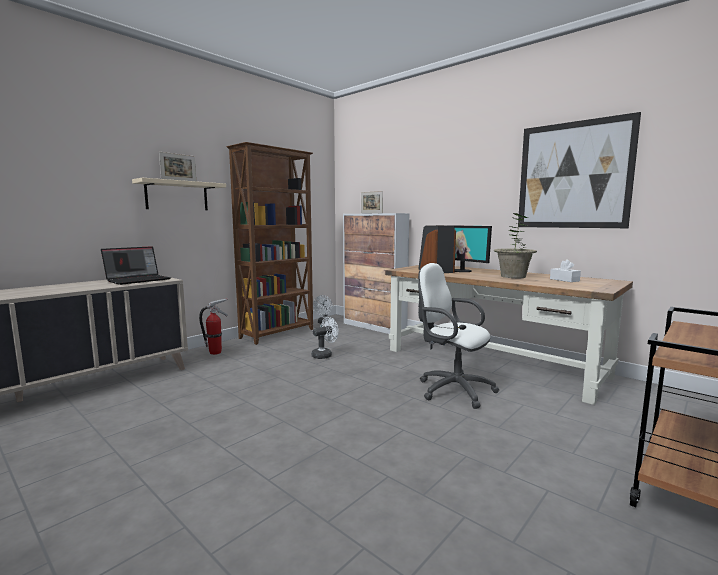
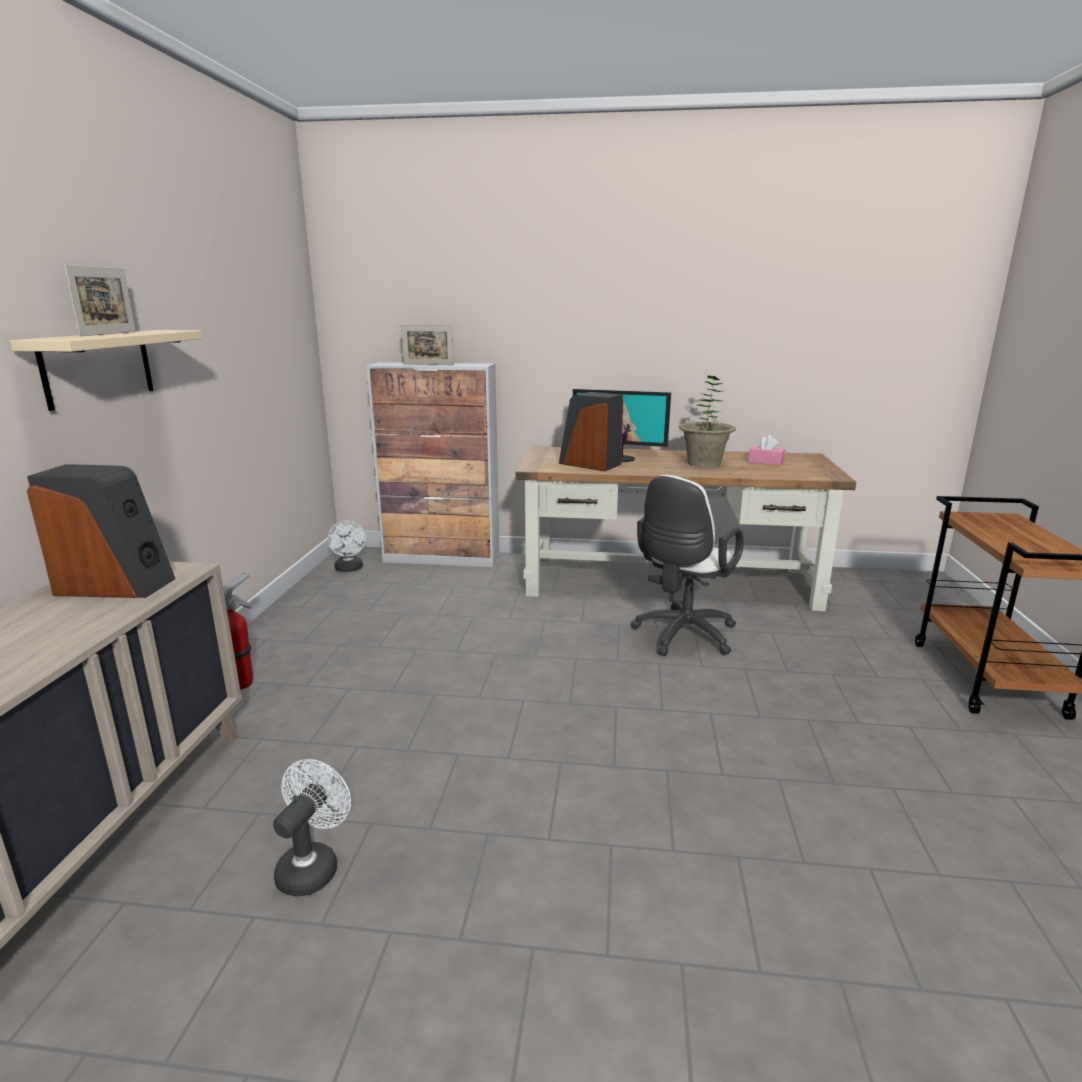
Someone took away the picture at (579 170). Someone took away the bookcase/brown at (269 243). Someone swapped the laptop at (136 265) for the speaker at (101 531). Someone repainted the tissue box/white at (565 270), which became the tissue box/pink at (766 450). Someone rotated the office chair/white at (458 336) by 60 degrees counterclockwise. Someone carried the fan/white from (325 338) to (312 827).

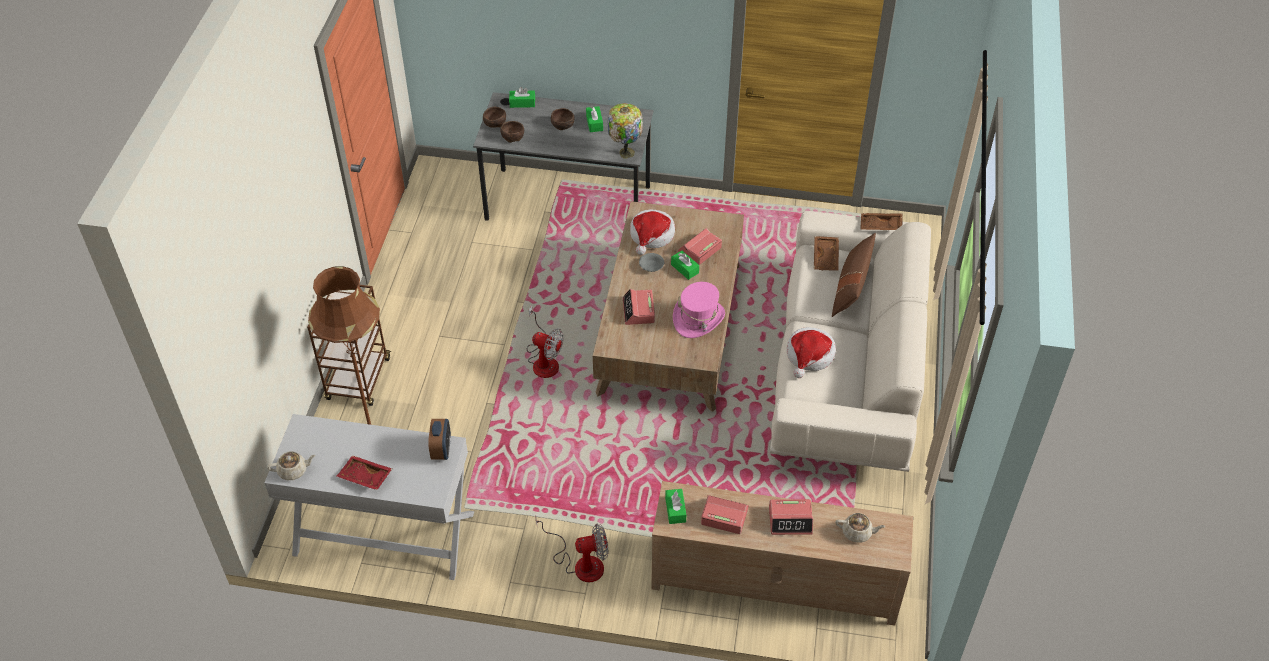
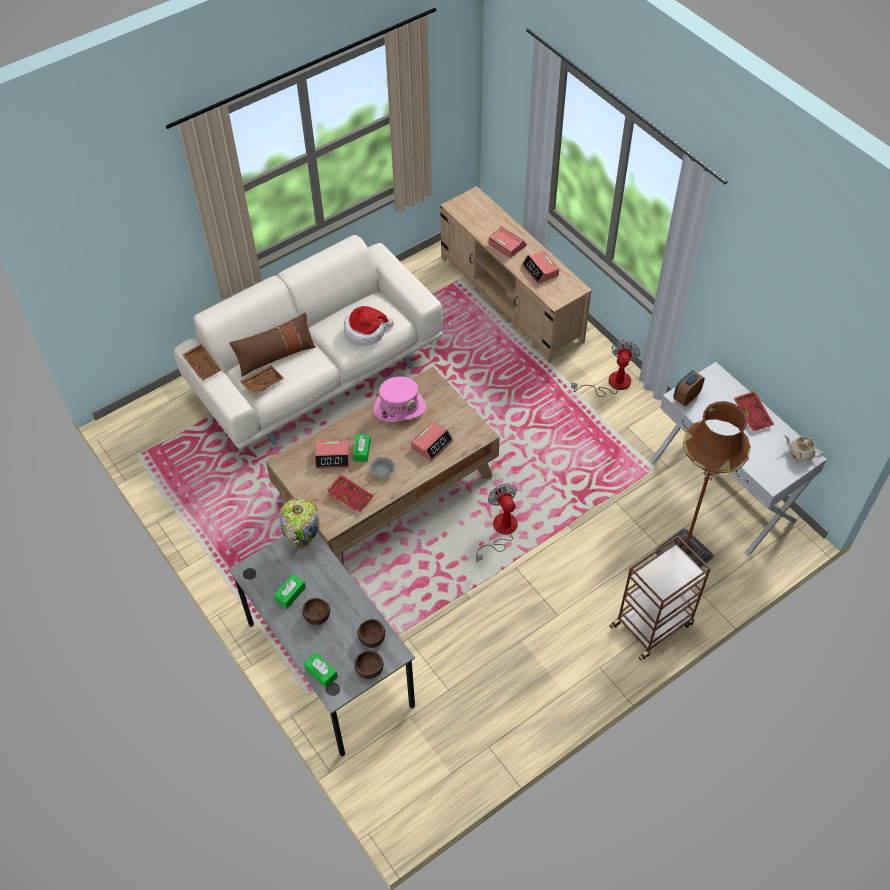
Someone swapped the hat at (652 232) for the tray/red at (350 494). Someone took away the tissue box/green at (675 506). Someone took away the teapot/beige at (860 528). Someone rotated the fan at (572 548) by 75 degrees clockwise.

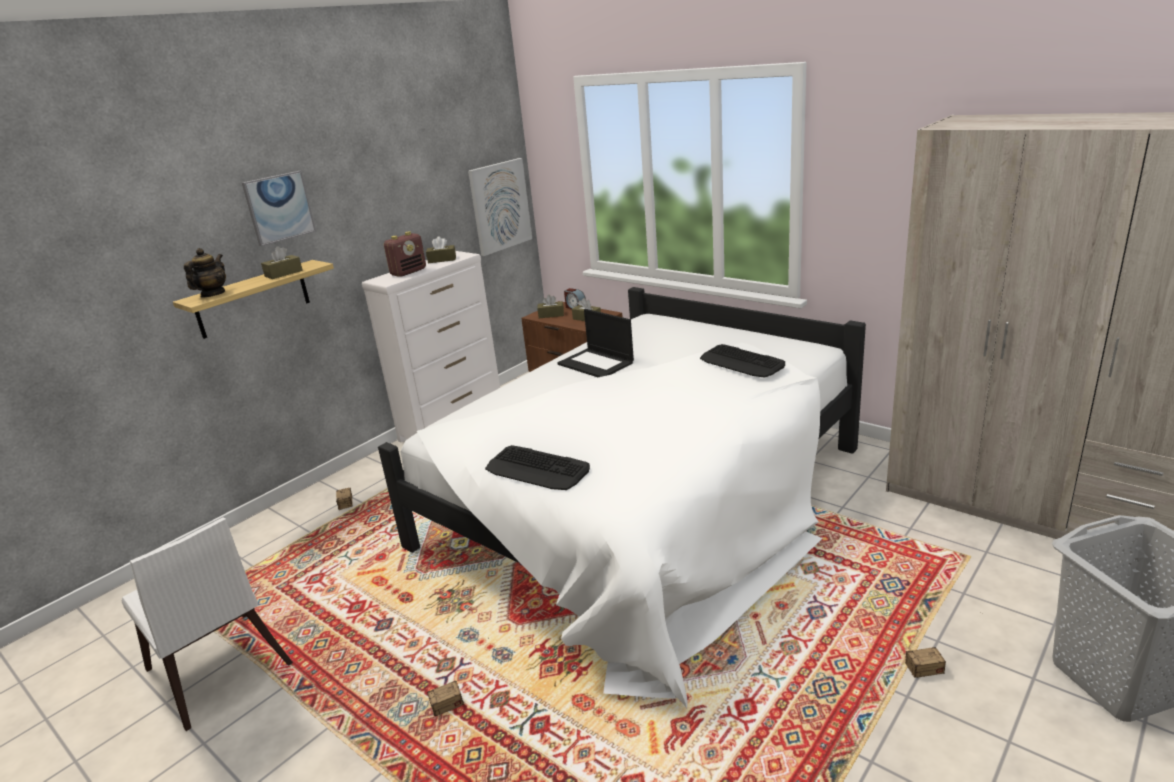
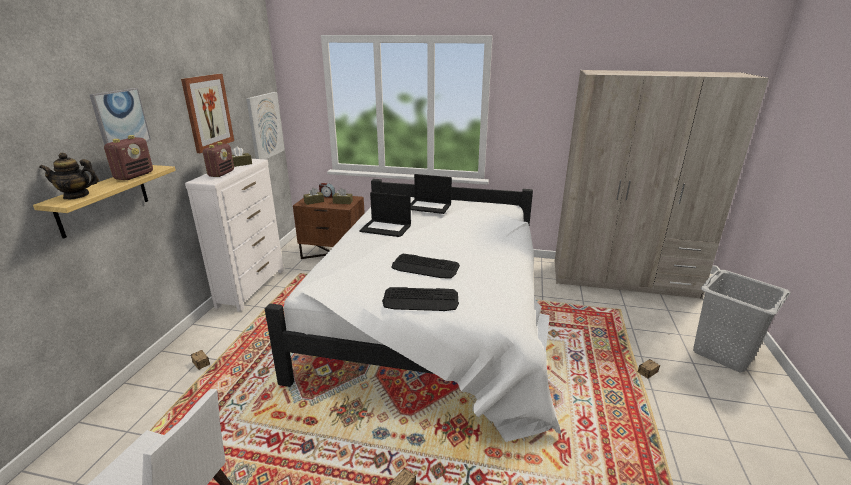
Someone swapped the tissue box/brown at (282 262) for the radio at (128 157). Someone rotated the teapot at (205 273) by 90 degrees counterclockwise. Someone carried the keyboard from (742 361) to (426 266). Someone put up the picture at (207 113). Someone put down the laptop at (431 194).

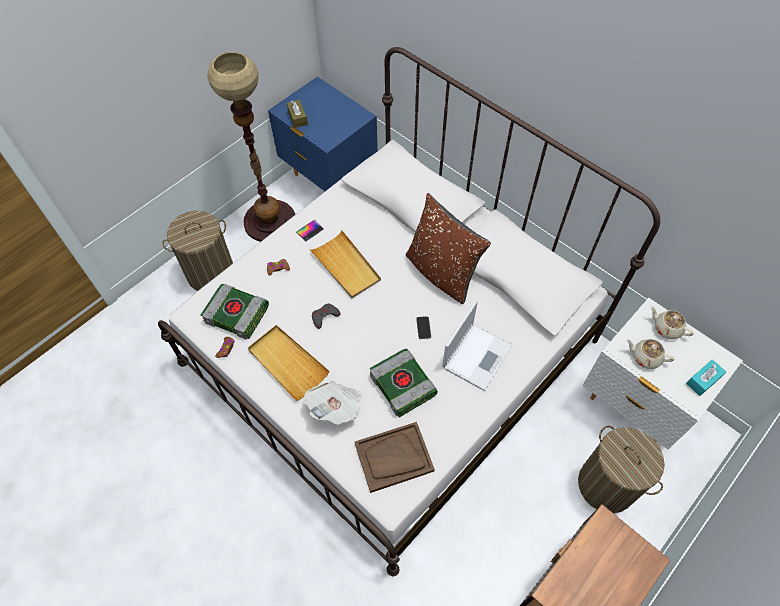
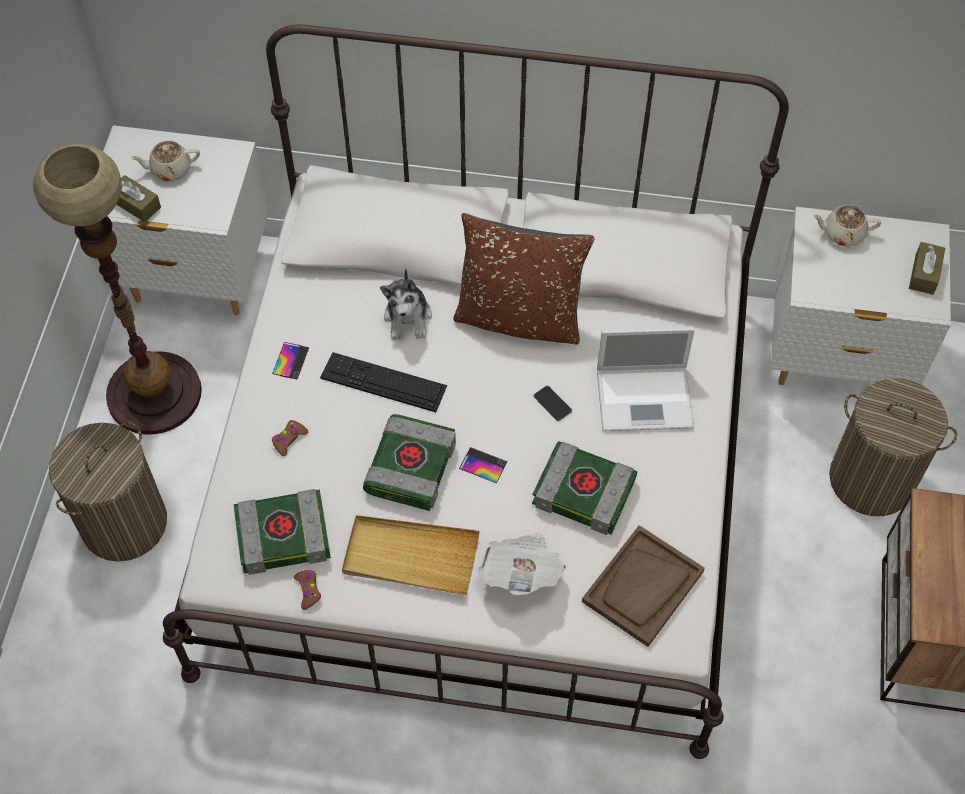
Someone repainted the nightstand/blue at (323 134), which became the nightstand/white at (181 220). Someone swapped the tray/beige at (345 264) for the keyboard at (383 382). Someone rotated the laptop at (477 345) by 90 degrees clockwise. Someone swapped the game controller/grey at (326 316) for the book at (409 462). Someone carried the teapot/beige from (650 354) to (165 161). Someone repainted the tissue box/turquoise at (706 378), which became the tissue box/brown at (927 268). Someone put down the plush toy at (406 304). Someone put down the phone at (483 465).

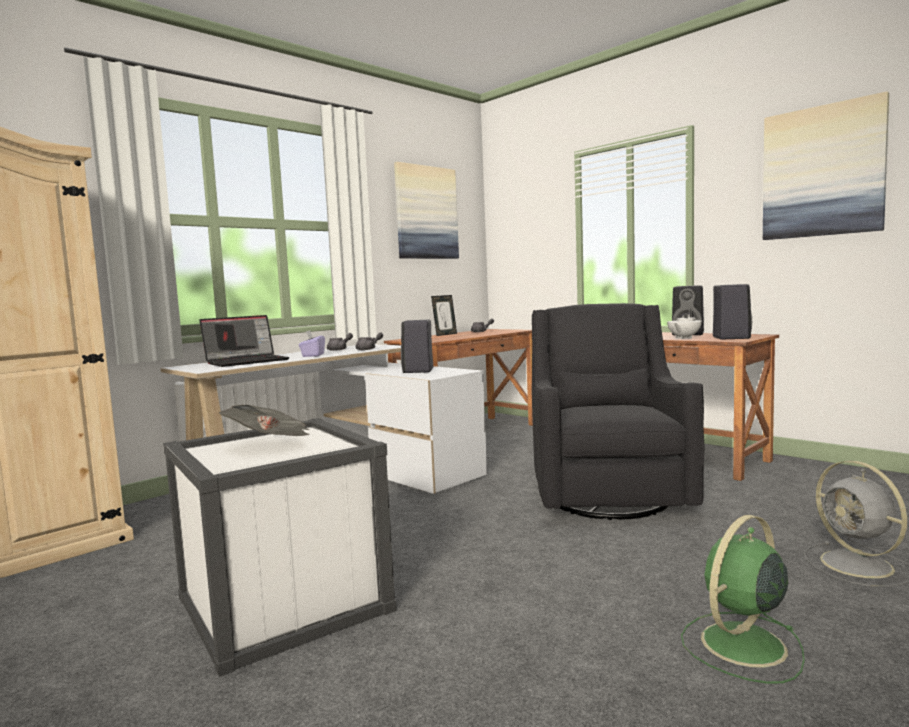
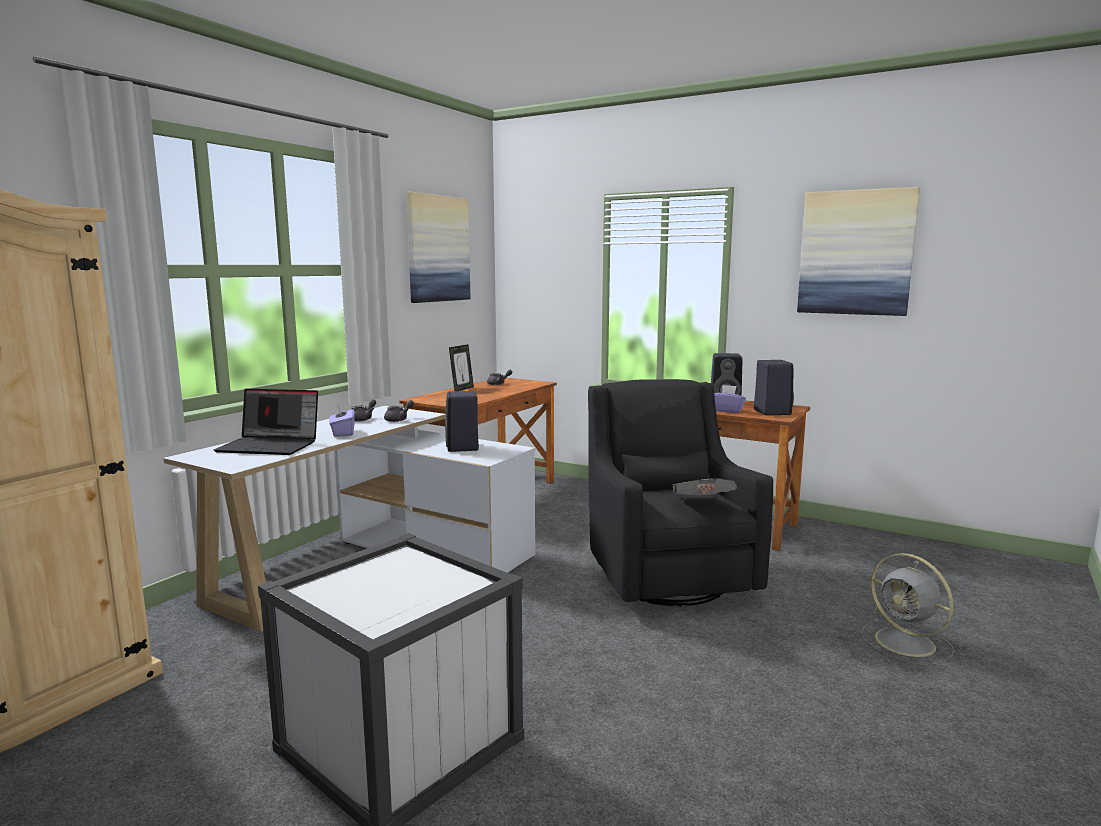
Someone swapped the teapot/white at (684 324) for the tissue box/purple at (730 399). Someone rotated the laptop at (244 341) by 60 degrees clockwise. Someone carried the newspaper from (264 420) to (705 486). Someone took away the fan/green at (743 599).

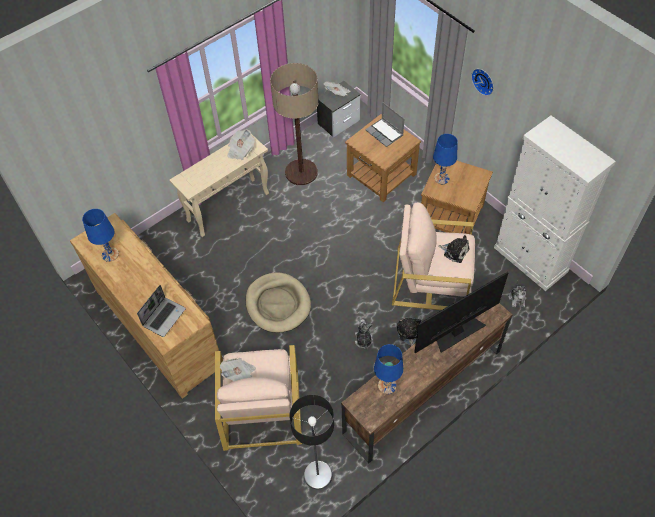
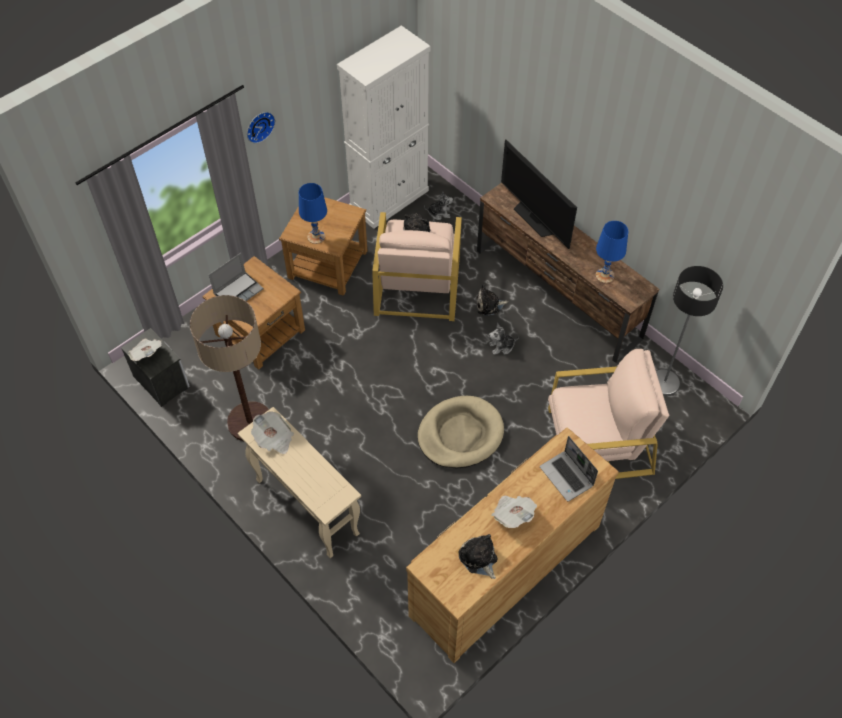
Someone swapped the table lamp/blue at (100 235) for the plush toy at (478 556). Someone rotated the laptop at (161 311) by 150 degrees counterclockwise. Someone carried the newspaper from (238 370) to (514 511).

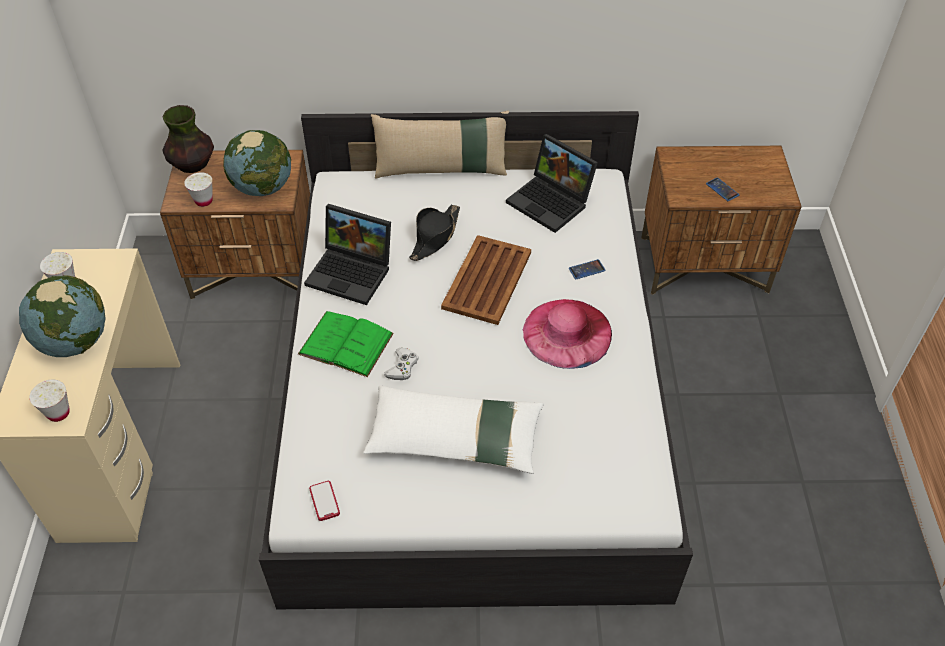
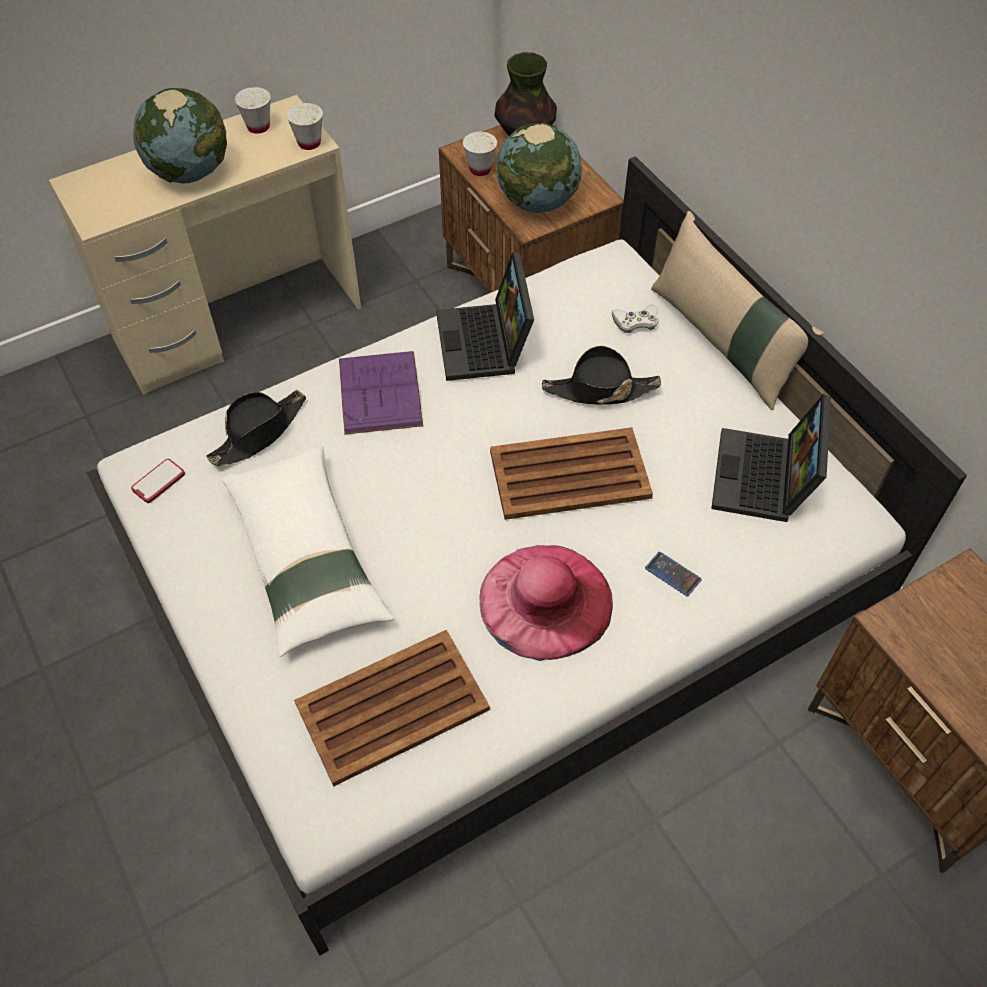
Someone took away the phone at (722 189). Someone repainted the book/green at (346 344), which became the book/purple at (381 393). Someone carried the game controller/white from (401 363) to (635 319). Someone carried the cup/white from (49 400) to (305 126). Someone put down the hat/black at (256 428). Someone put down the tray/brown at (392 708).

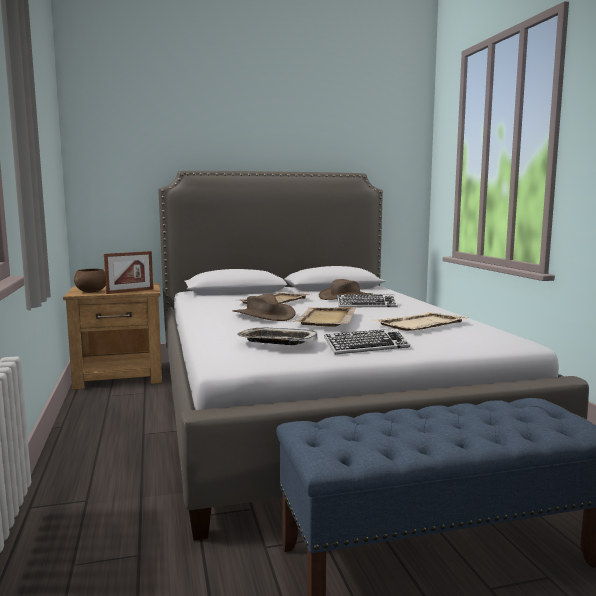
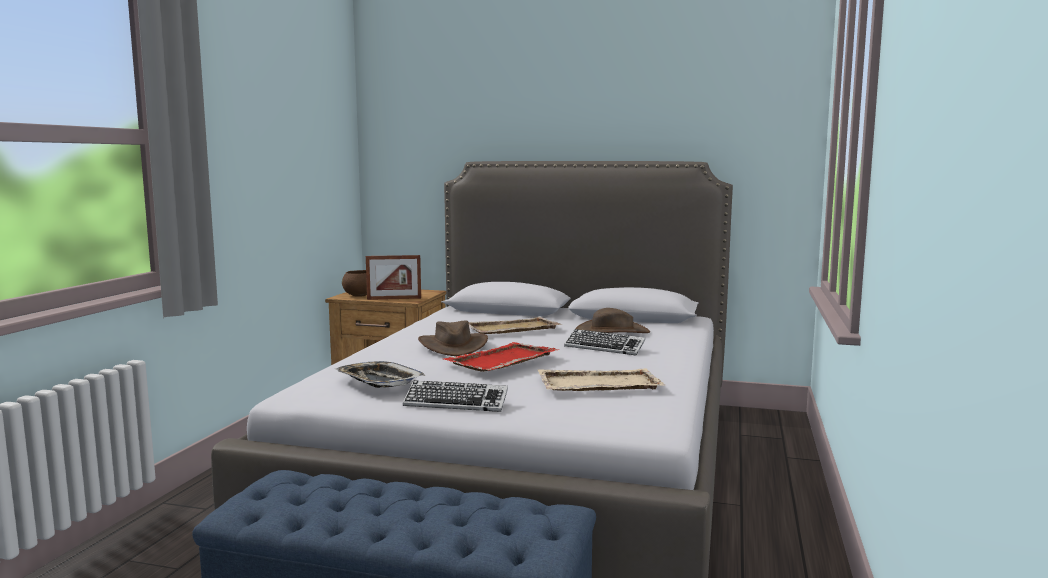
Someone repainted the tray/beige at (325 317), which became the tray/red at (502 357).

